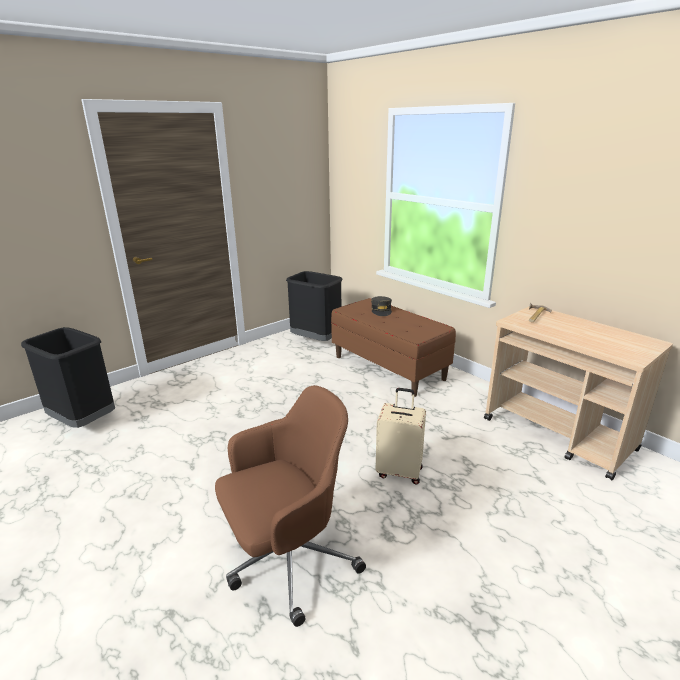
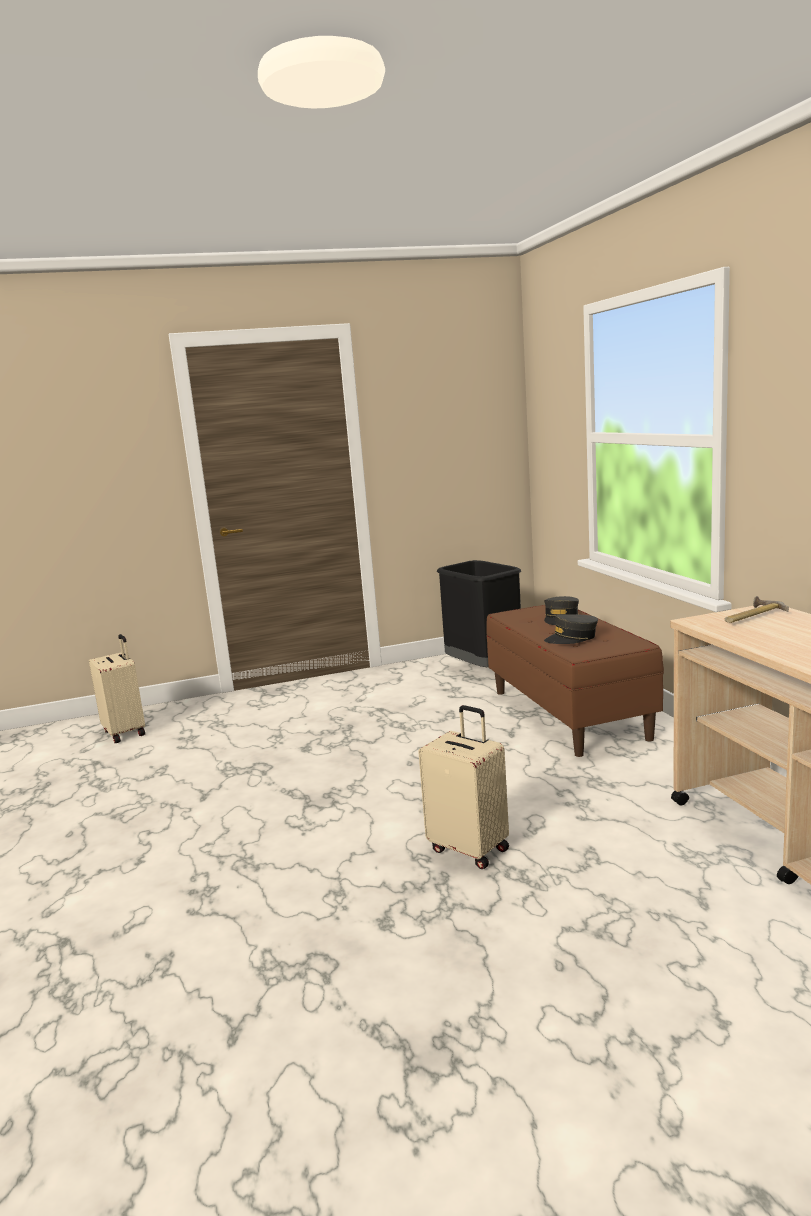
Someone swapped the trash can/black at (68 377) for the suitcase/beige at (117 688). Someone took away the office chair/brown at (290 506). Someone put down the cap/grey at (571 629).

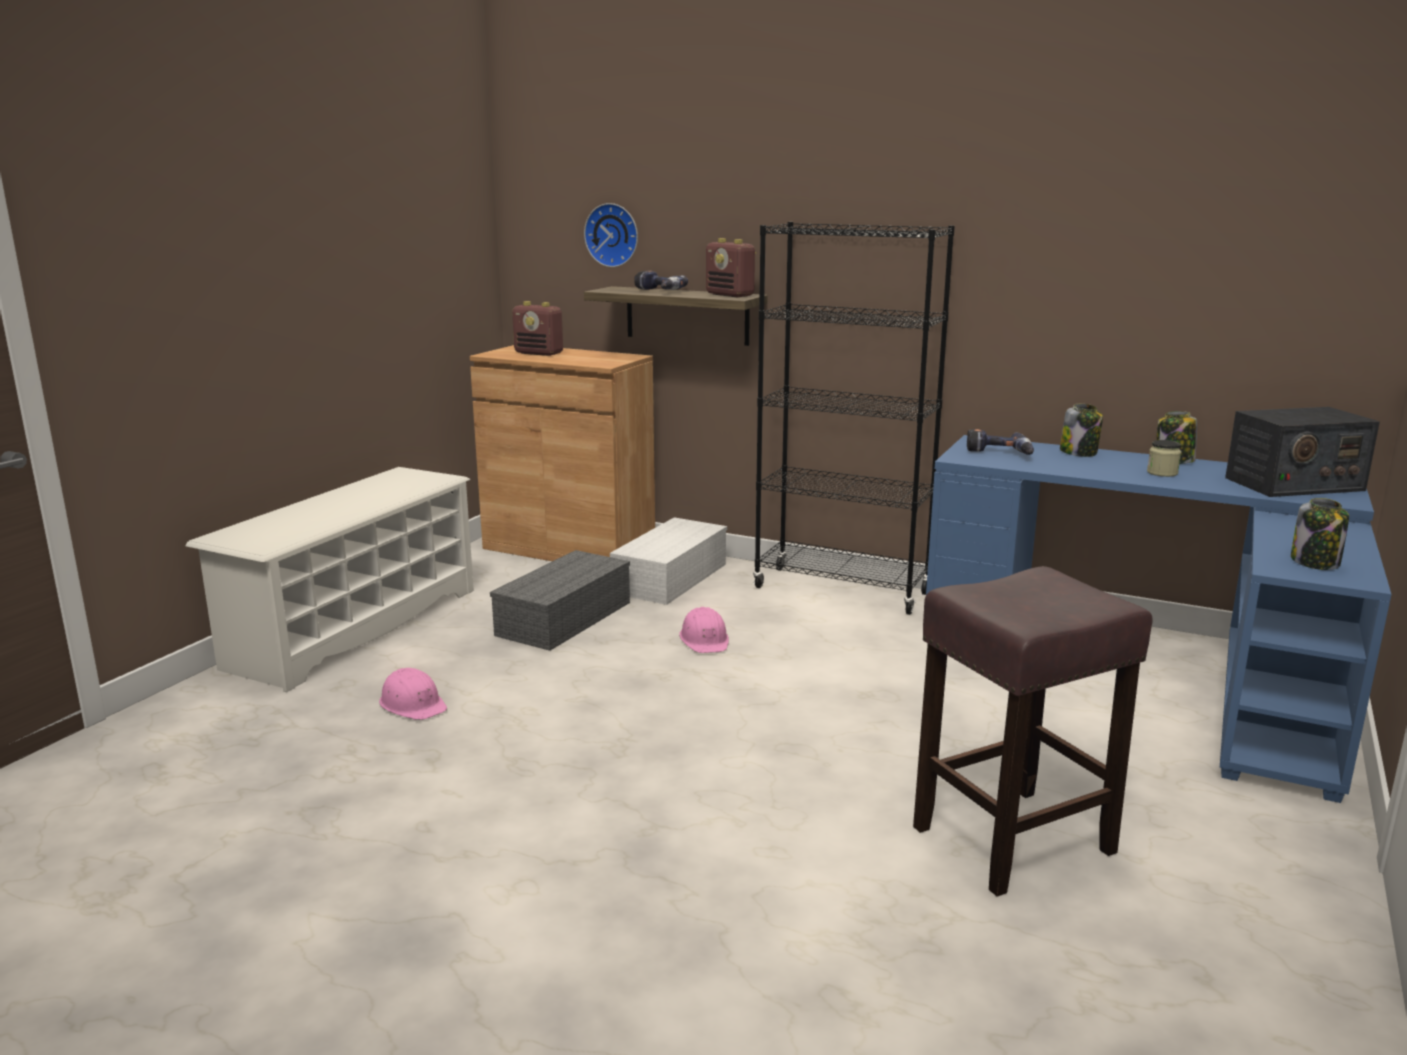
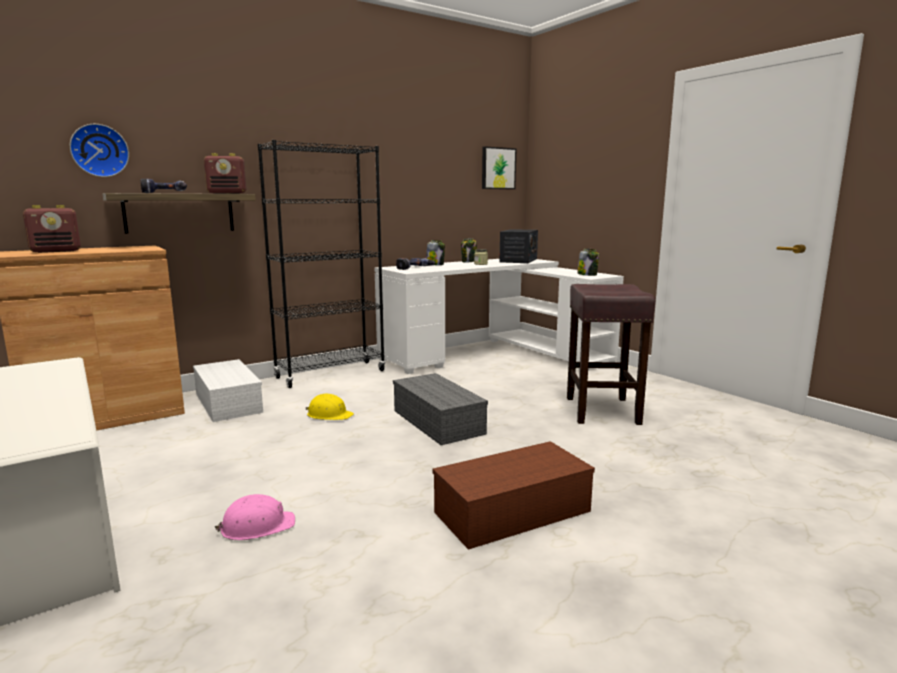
Someone repainted the desk/blue at (1159 619), which became the desk/white at (499 316). Someone carried the storage box/grey from (560 600) to (440 409). Someone repainted the hard hat/pink at (704 630), which became the hard hat/yellow at (330 407). Someone put up the picture at (499 167). Someone put down the storage box/brown at (514 495).

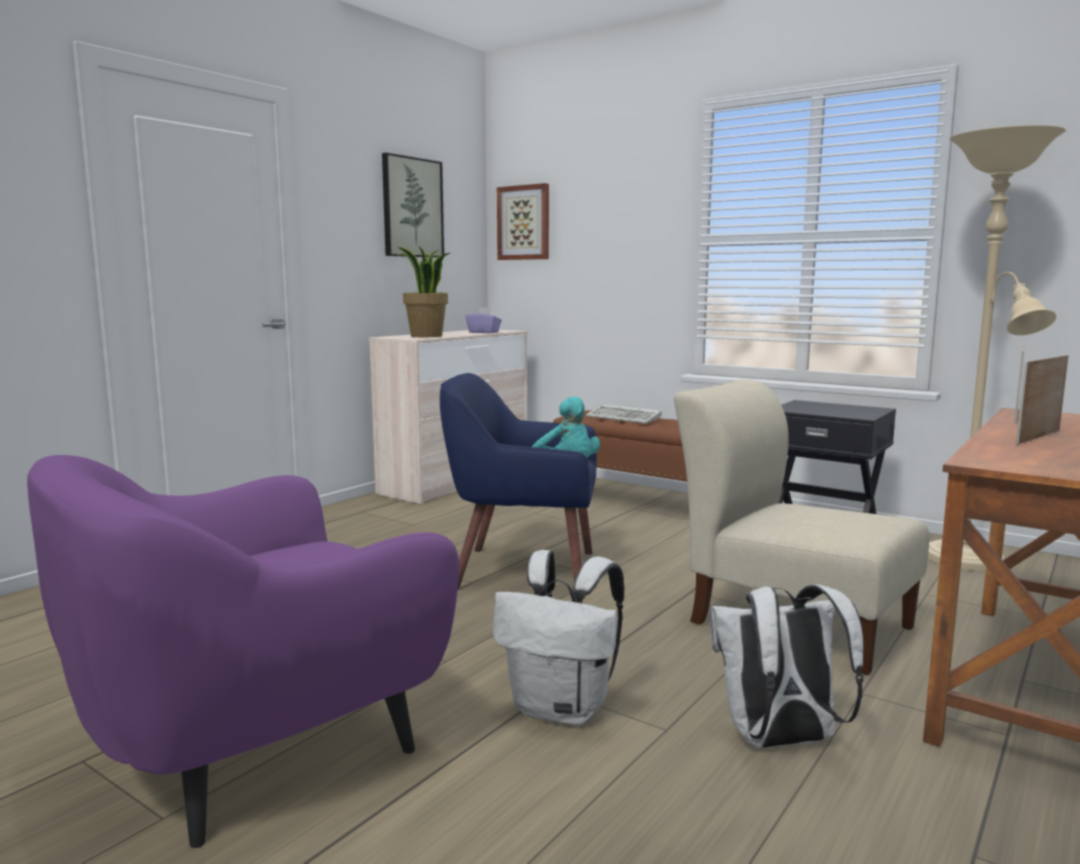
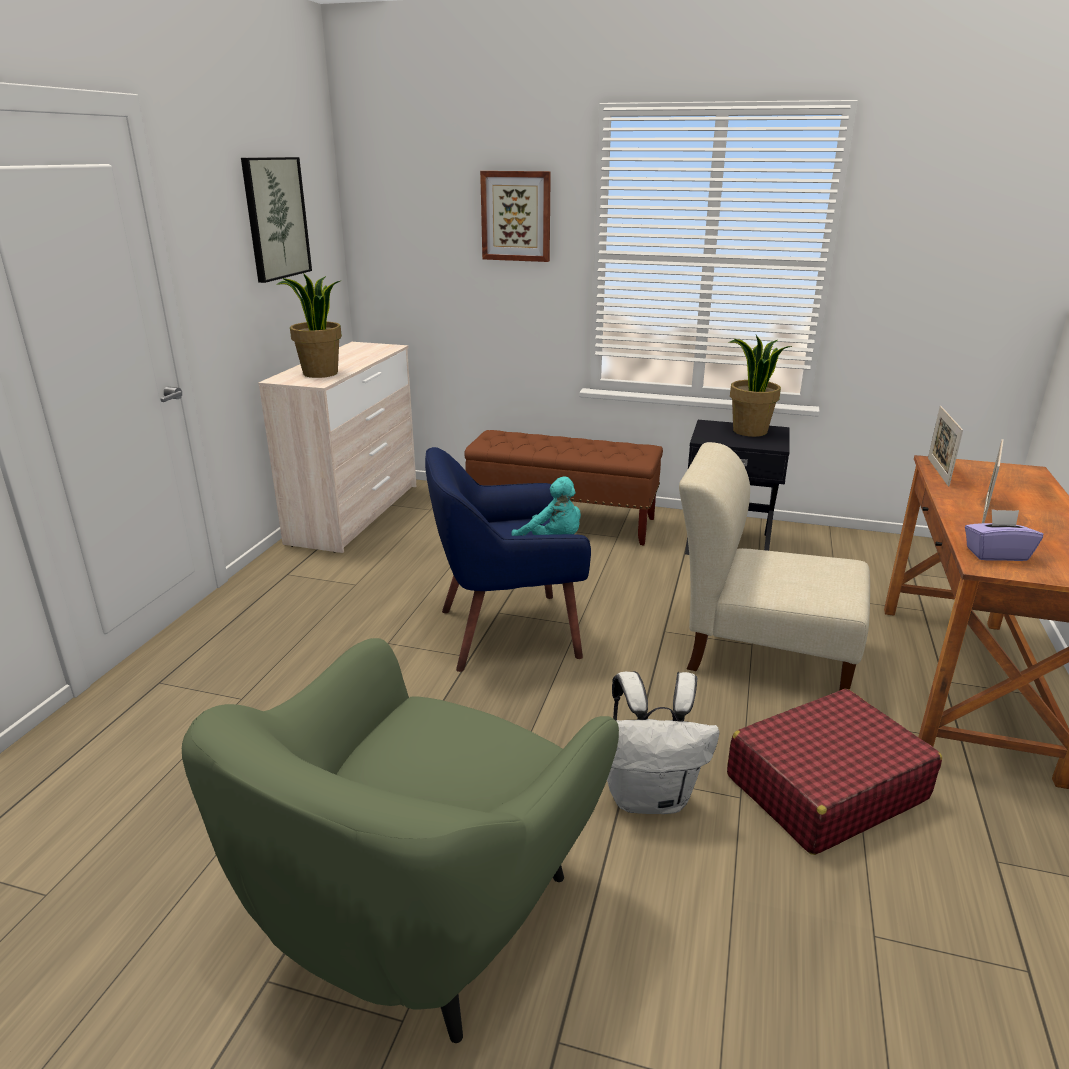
Someone took away the floor lamp/beige at (997 348). Someone carried the picture from (523 221) to (515 216). Someone carried the tissue box/purple from (483 320) to (1004 535). Someone took away the keyboard at (624 414). Someone repainted the armchair/purple at (243 651), which became the armchair/green at (400 840). Someone swapped the backpack/white at (787 666) for the suitcase/red at (834 772). Someone put down the potted plant at (760 386).

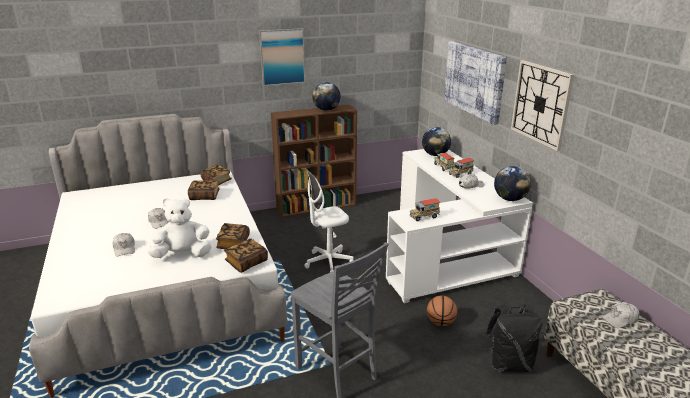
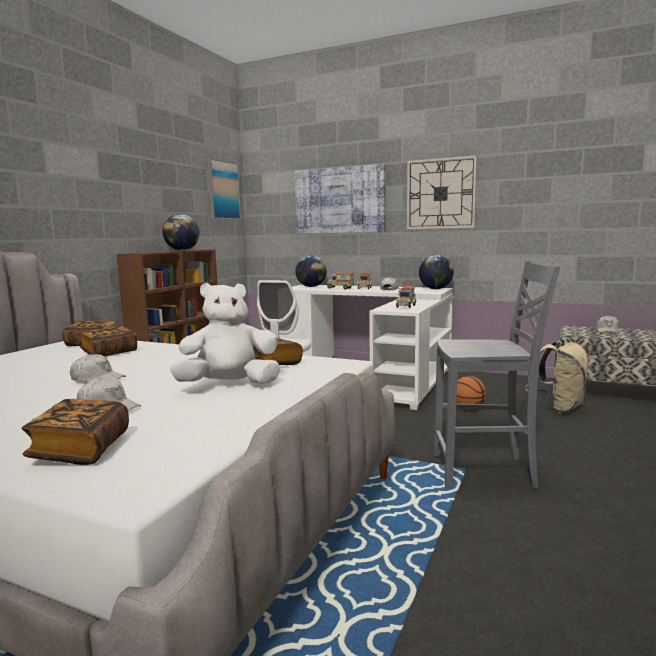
Someone carried the picture from (282 57) to (224 189). Someone rotated the plush toy/white at (179 228) by 45 degrees clockwise. Someone carried the book from (246 256) to (75 432). Someone repainted the backpack/black at (514 338), which became the backpack/beige at (557 376).

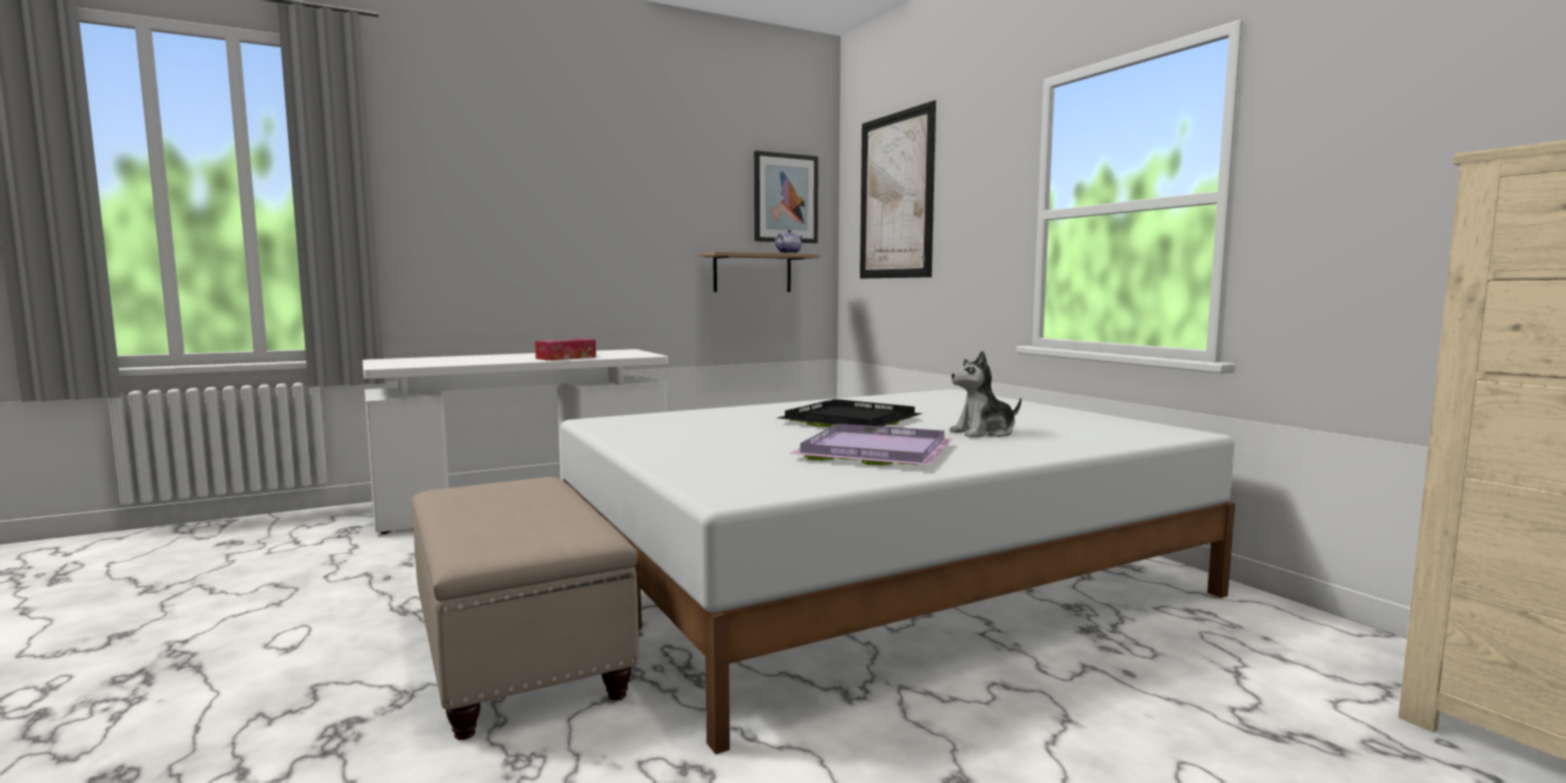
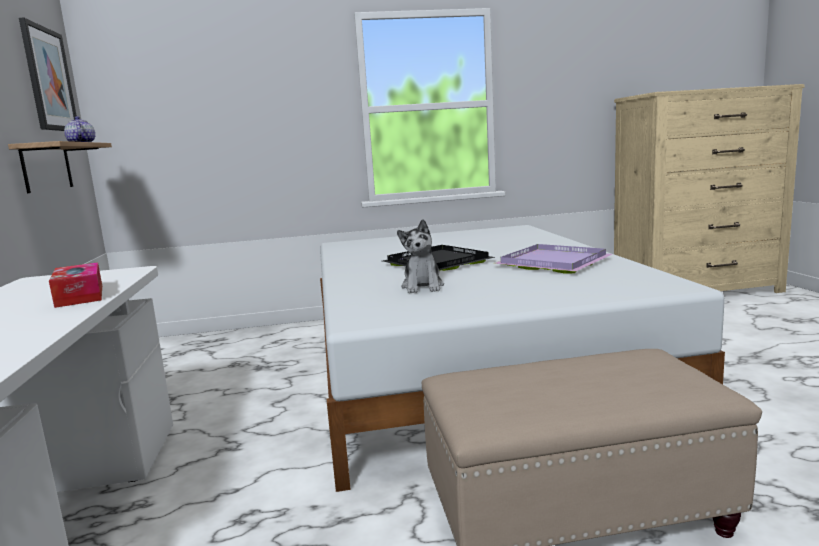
Someone took away the picture at (898 189). Someone carried the plush toy from (986 394) to (420 256).

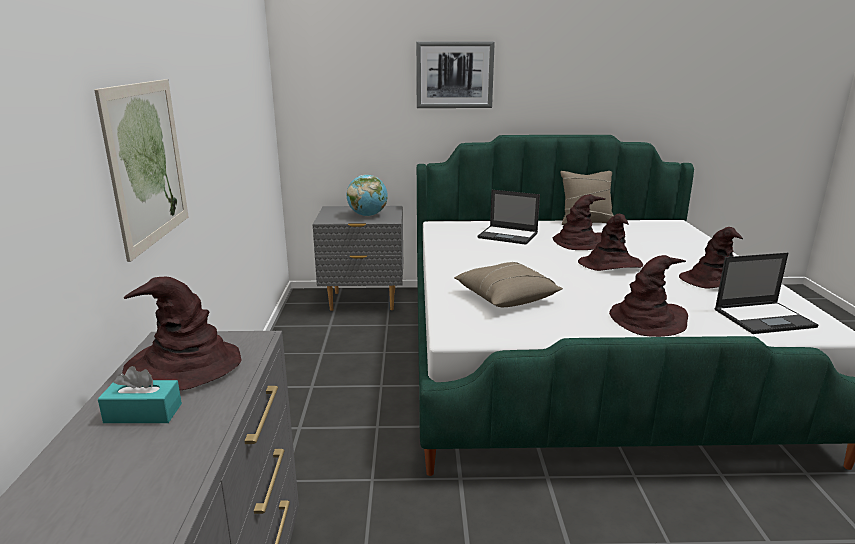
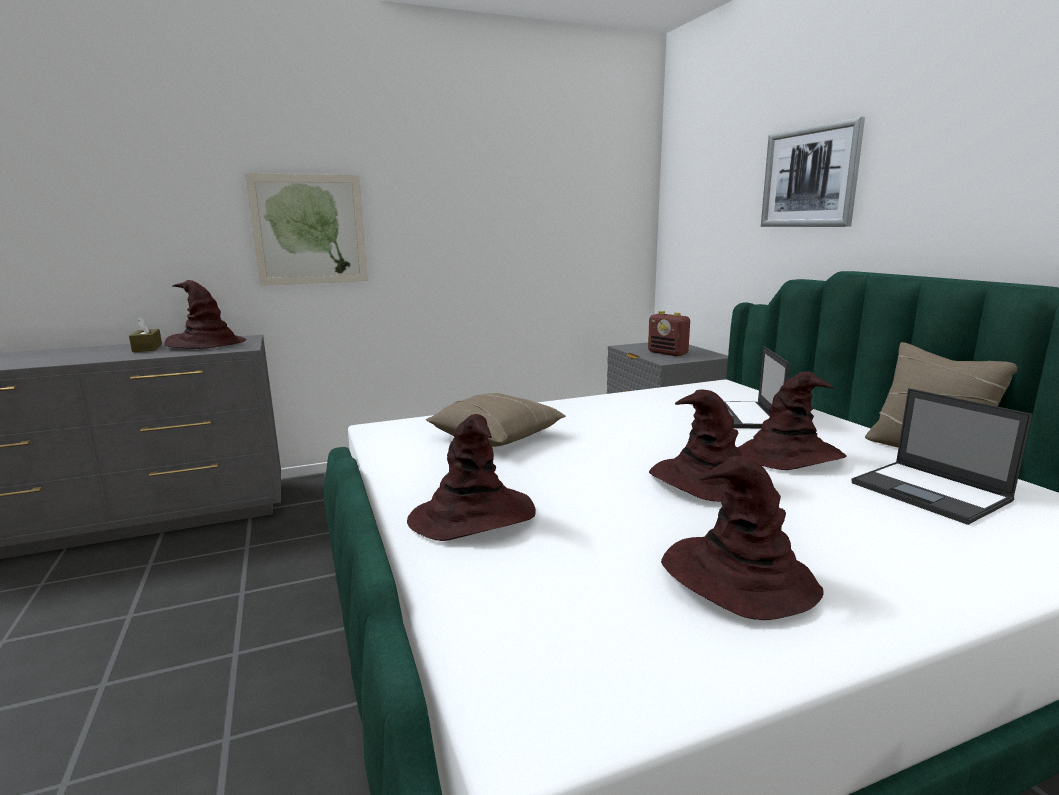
Someone swapped the globe at (367 195) for the radio at (669 333). Someone carried the laptop from (766 293) to (941 456). Someone repainted the tissue box/turquoise at (140 394), which became the tissue box/brown at (145 334).

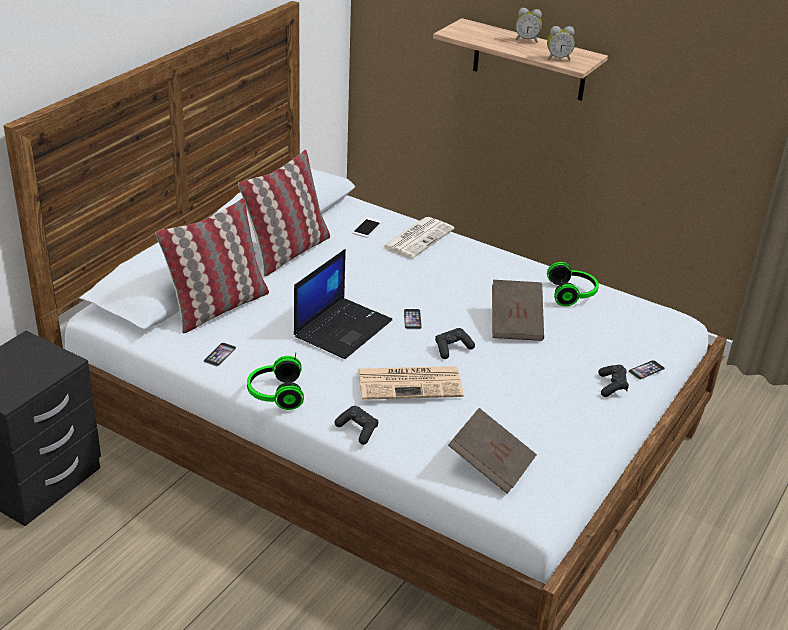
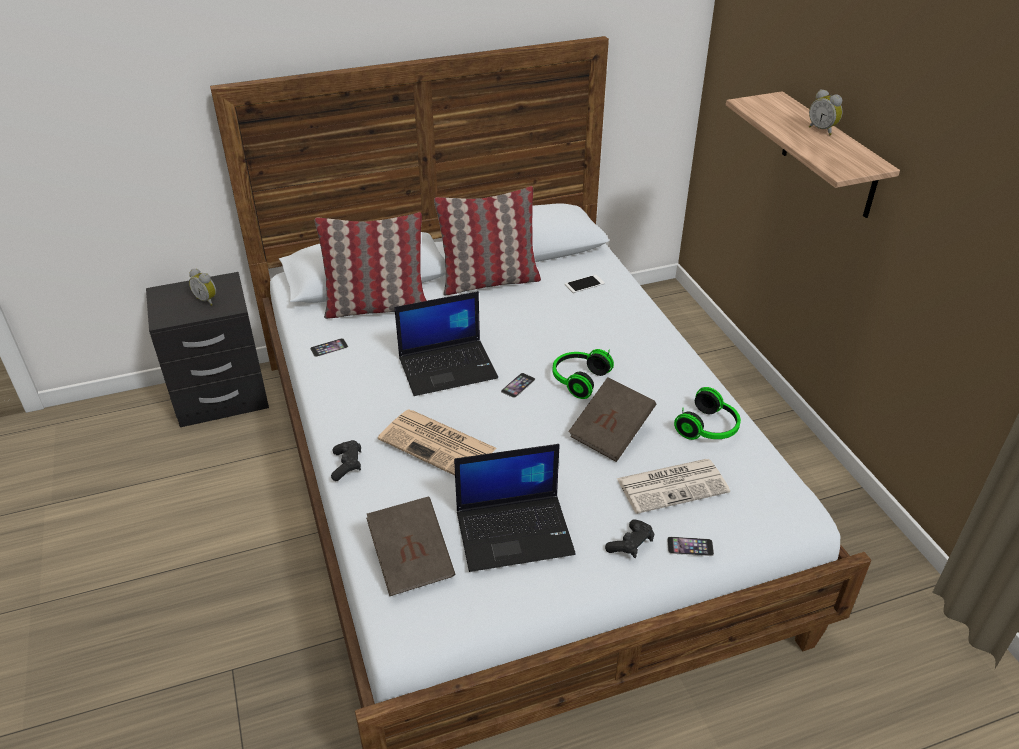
Someone carried the alarm clock from (561 43) to (202 287). Someone carried the newspaper from (418 238) to (673 486). Someone took away the game controller/black at (455 343). Someone carried the headphones from (275 381) to (583 374). Someone put down the laptop at (515 508).

